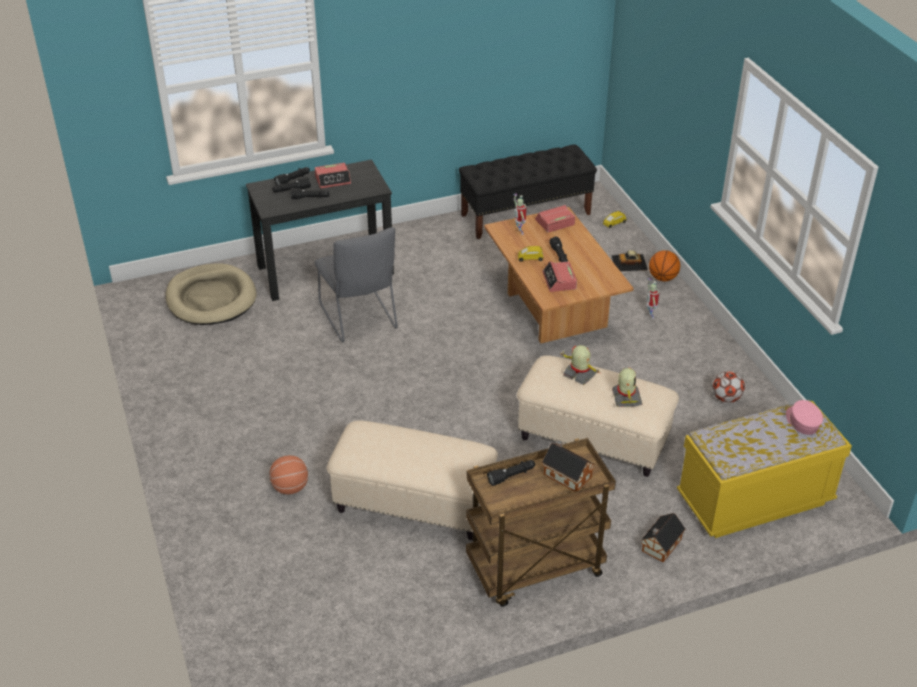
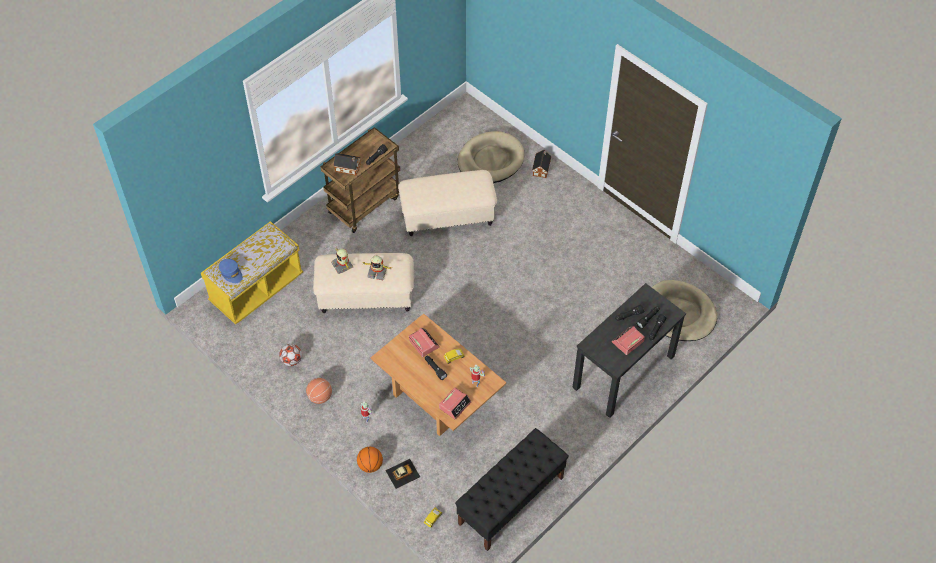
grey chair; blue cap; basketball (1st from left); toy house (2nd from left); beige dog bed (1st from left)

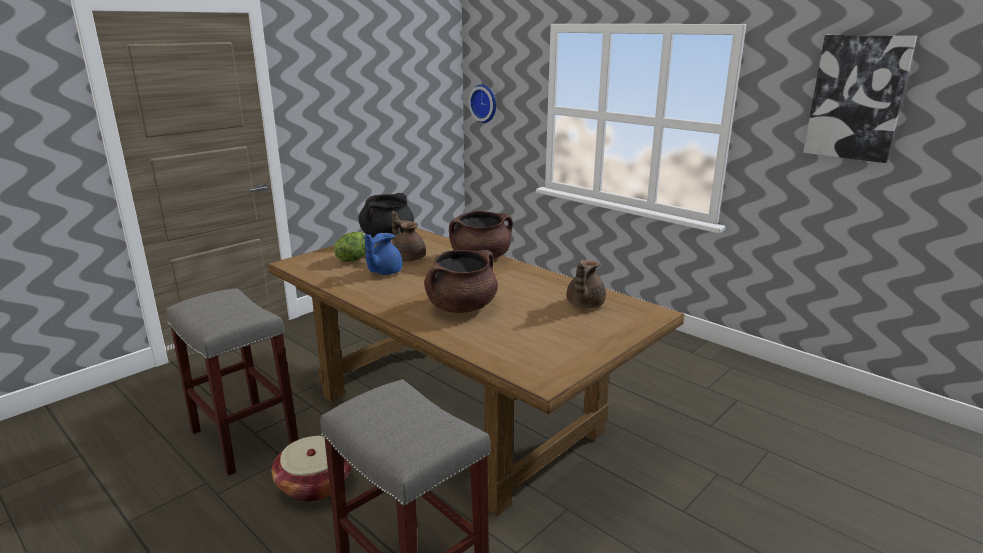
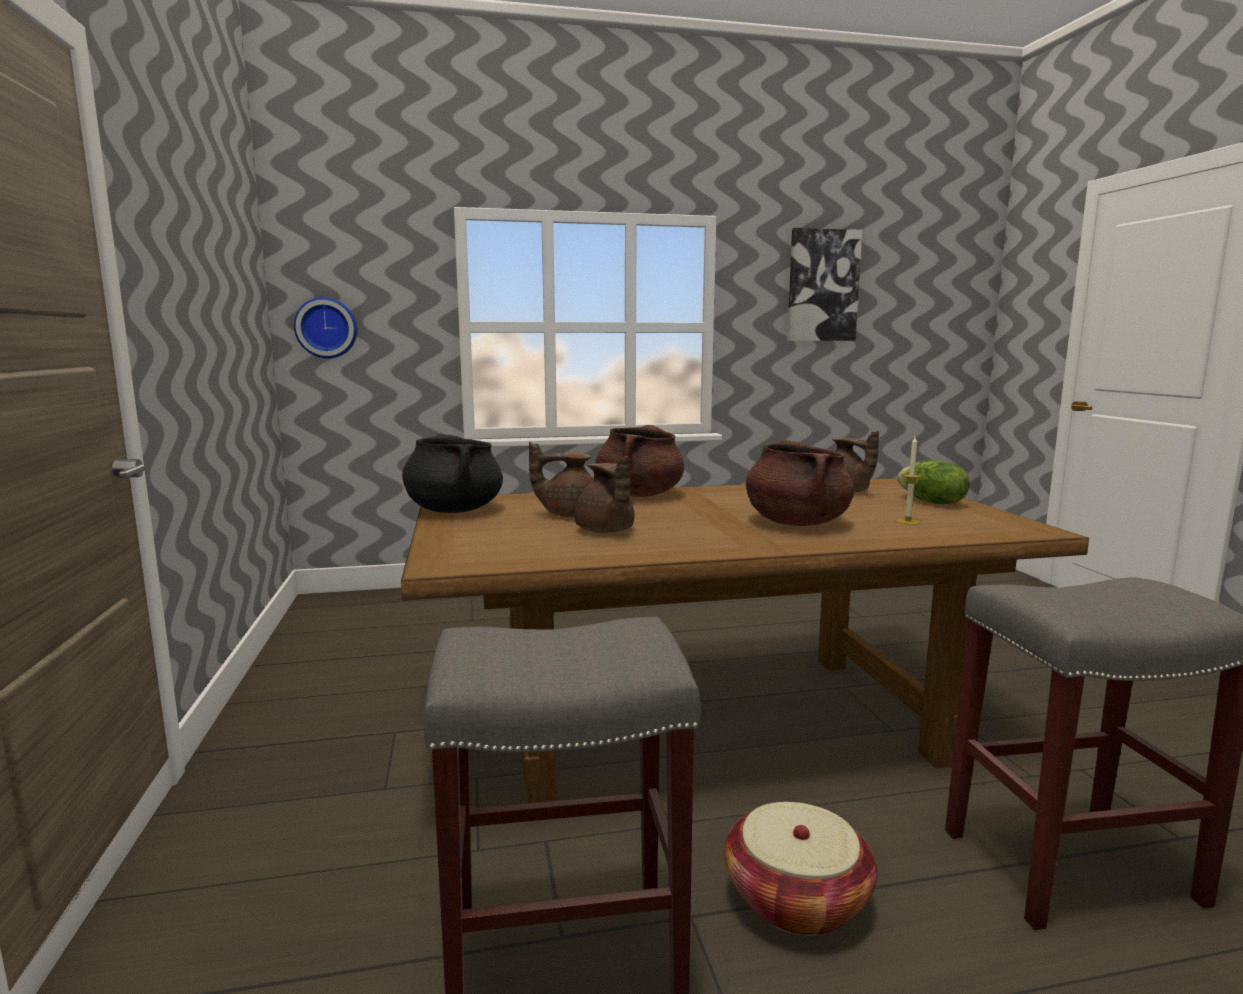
lettuce; brown teapot (2nd from left); candle

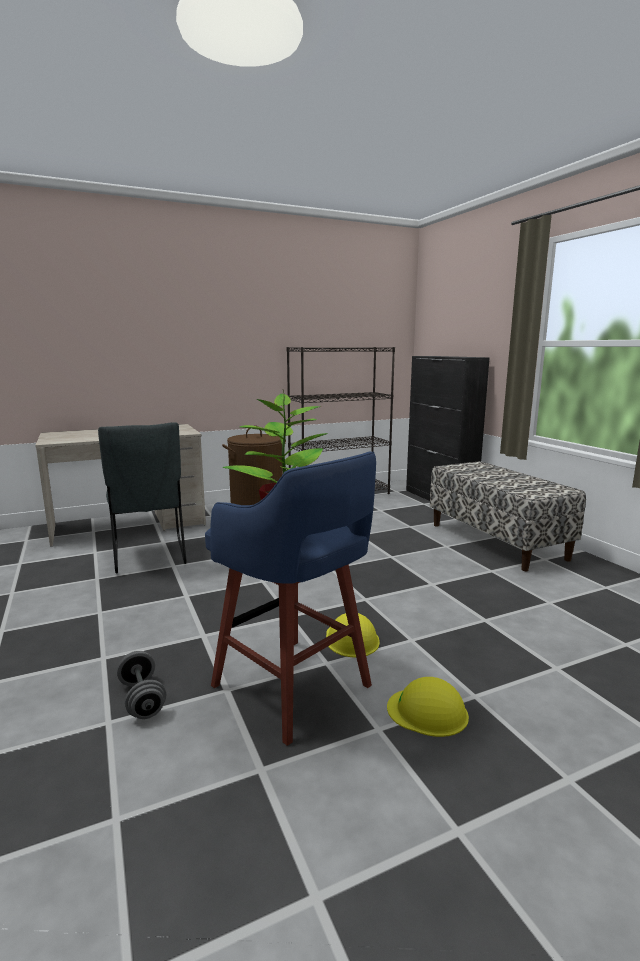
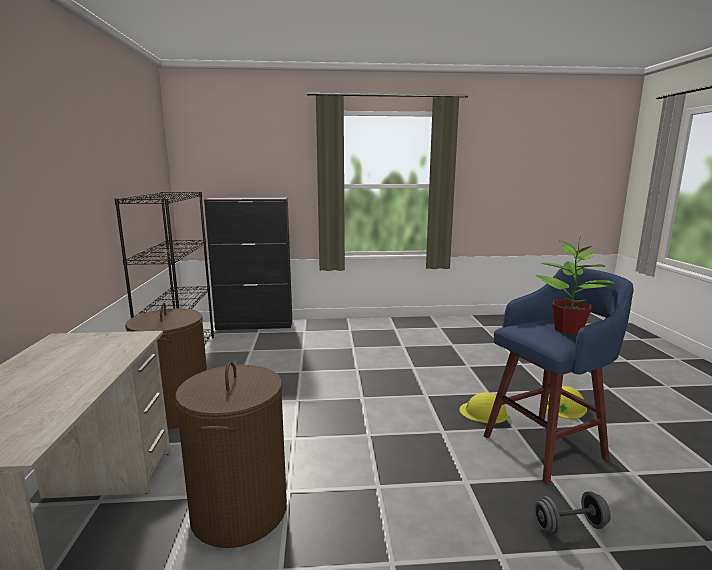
brown laundry basket (2nd from left); bench

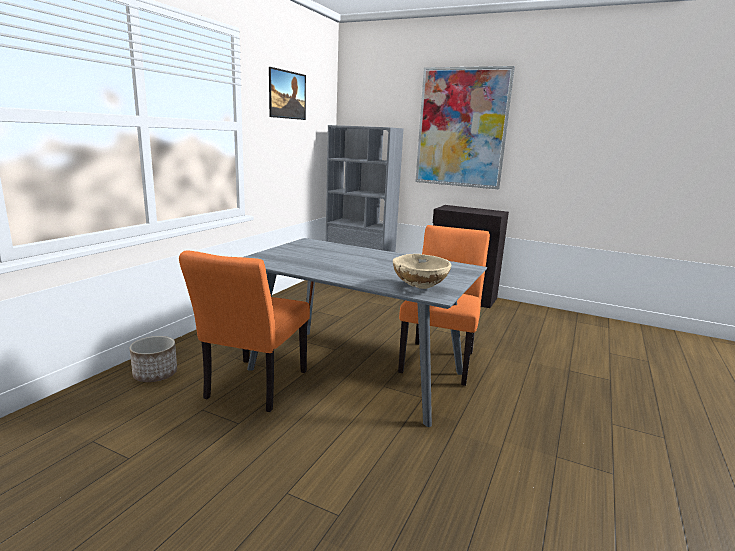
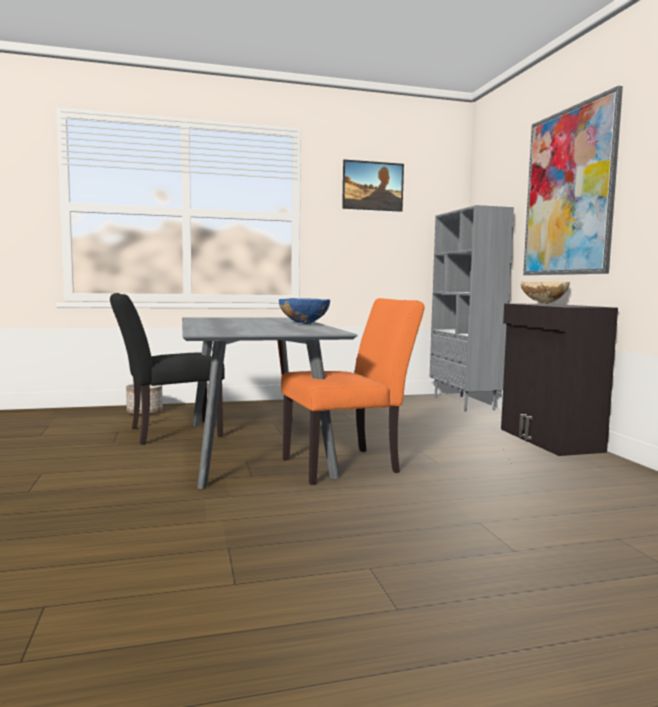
black chair; beige bowl; blue bowl

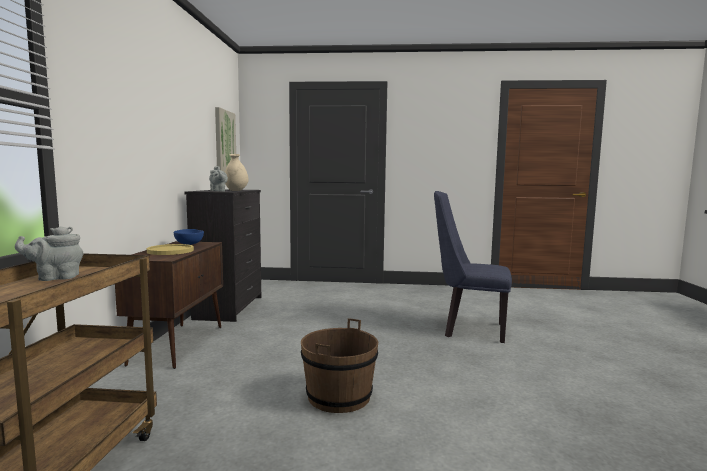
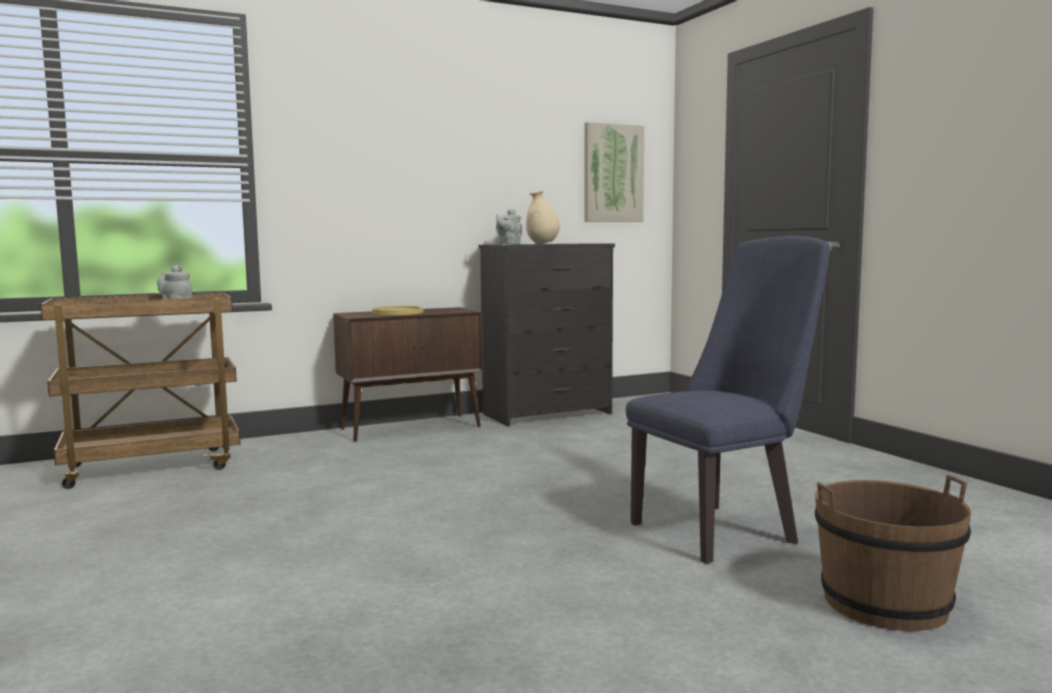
blue chair; blue bowl; brown bucket

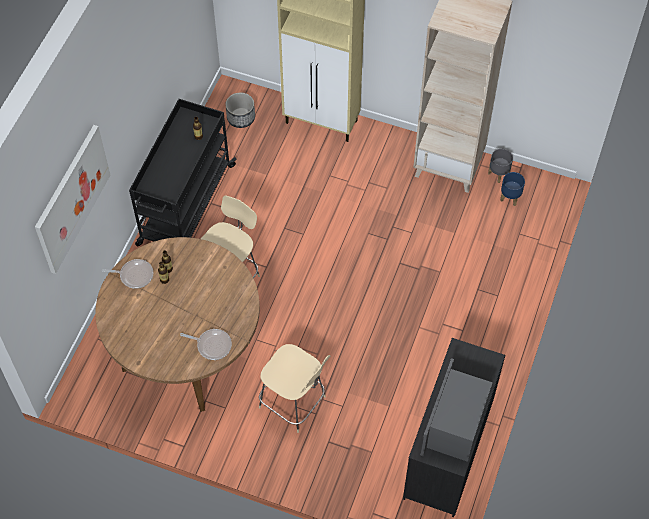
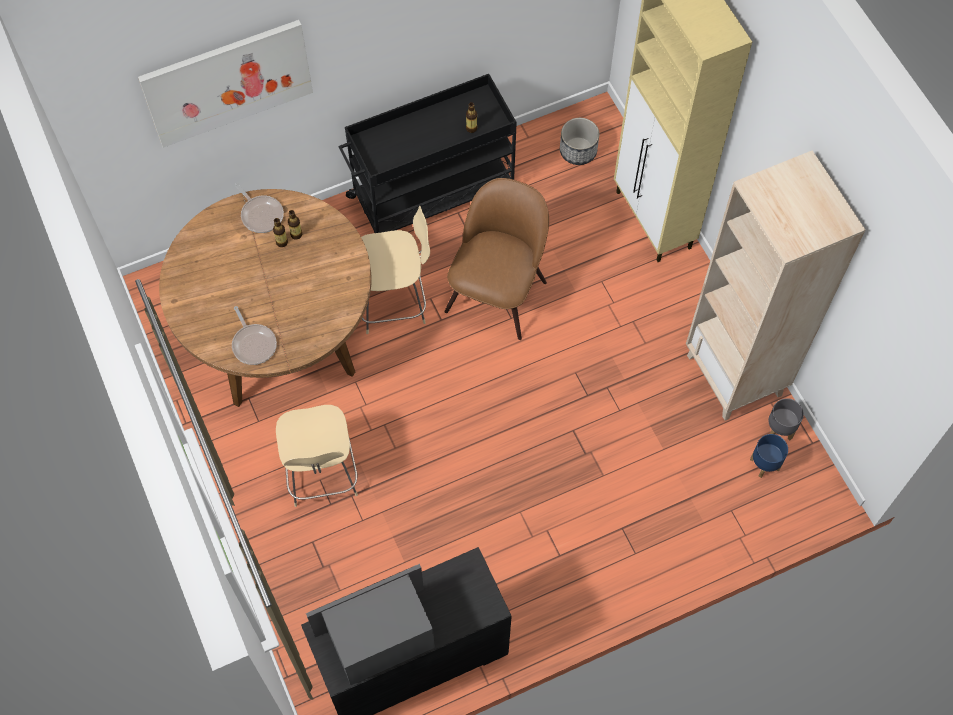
brown chair

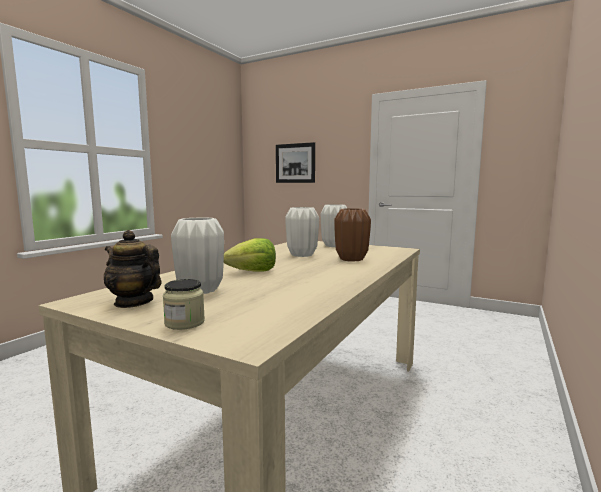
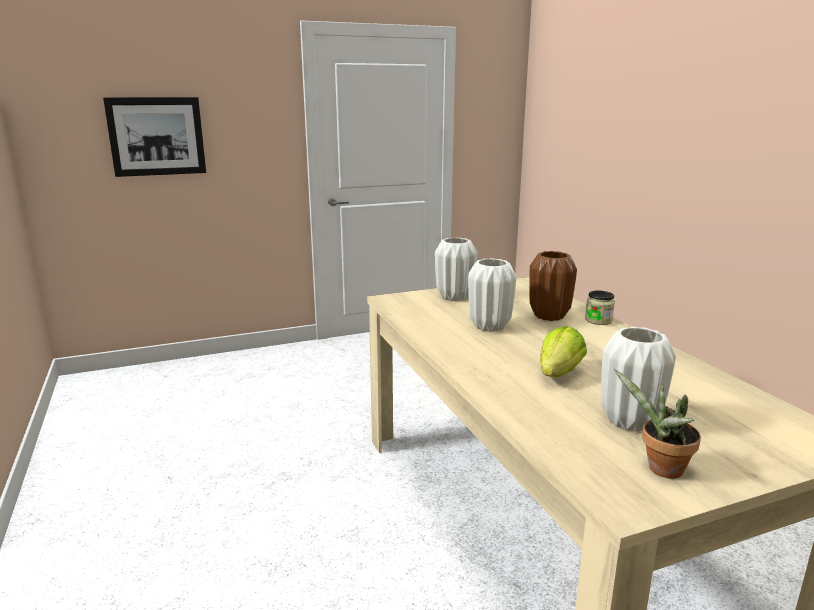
potted plant; jar

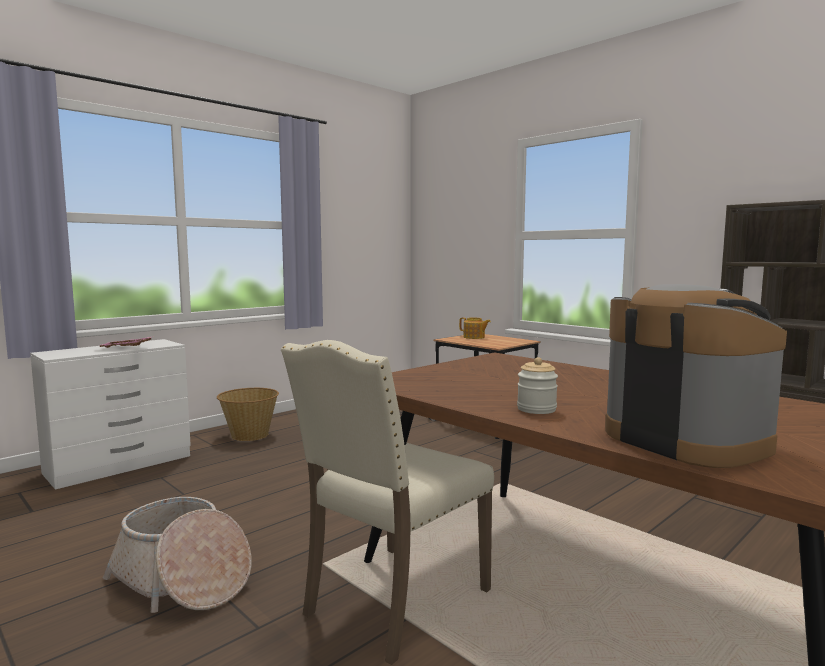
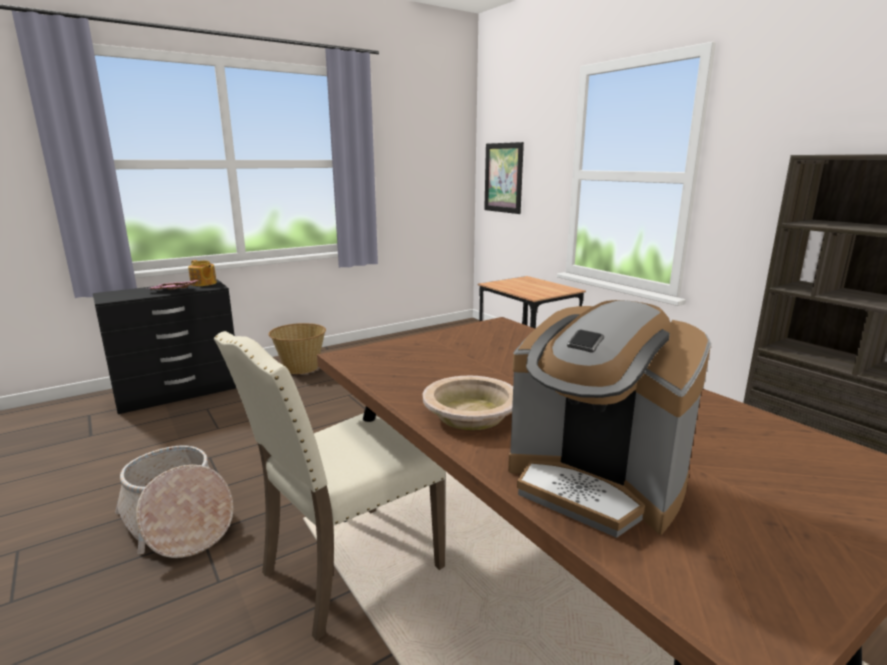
coffee machine; teapot; black dresser; beige bowl; picture

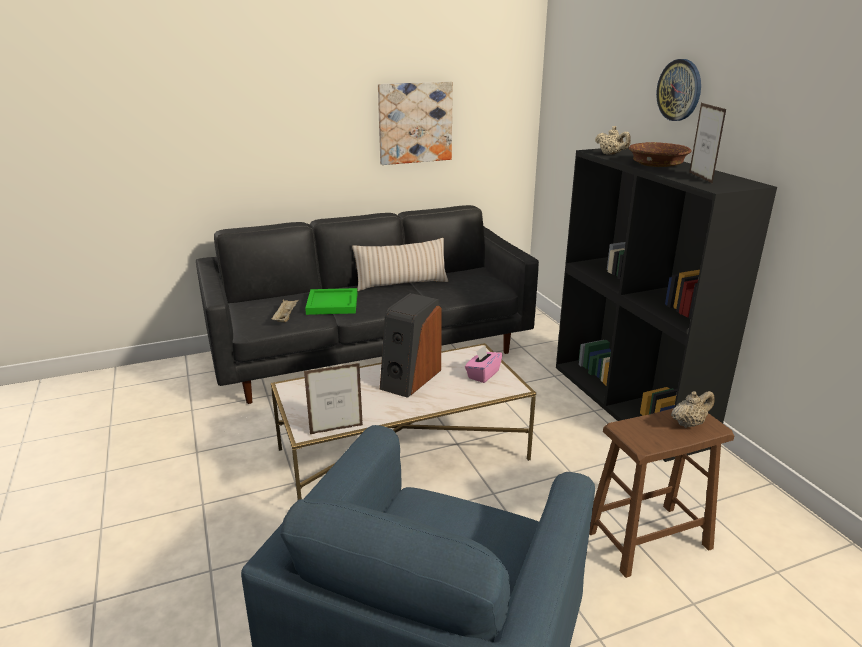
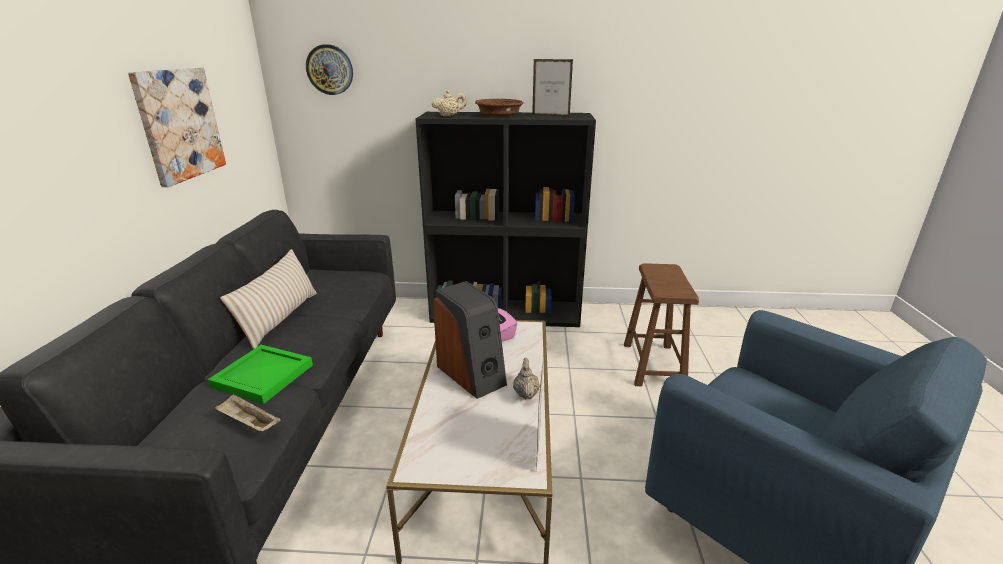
wall clock; beige teapot (2nd from left)

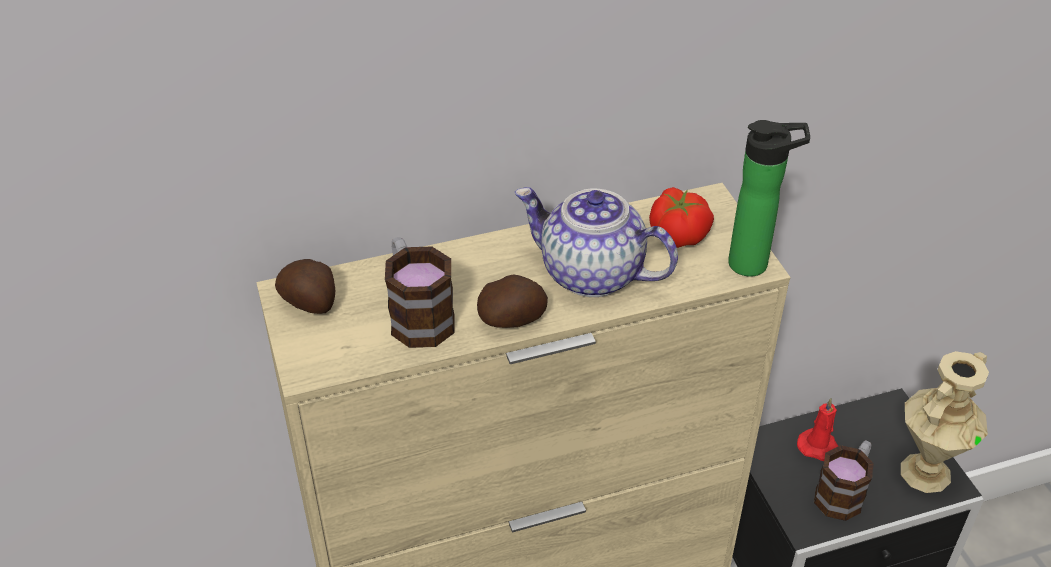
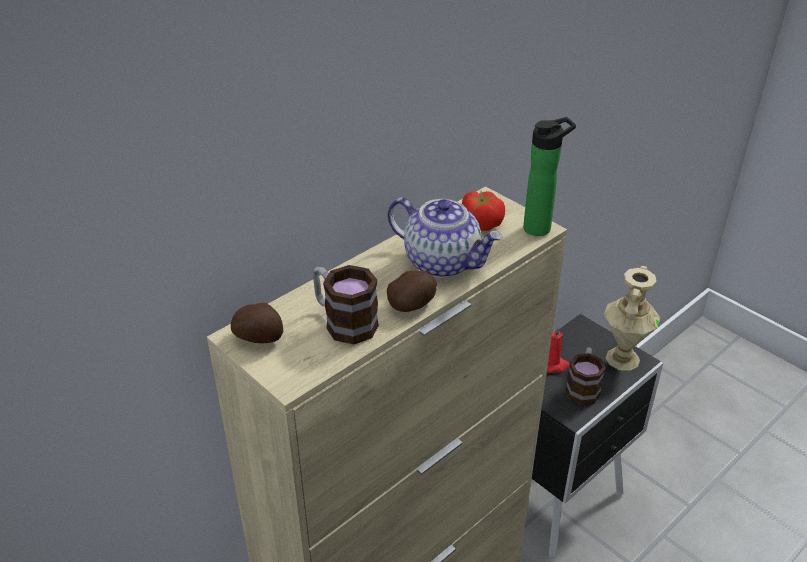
teapot

